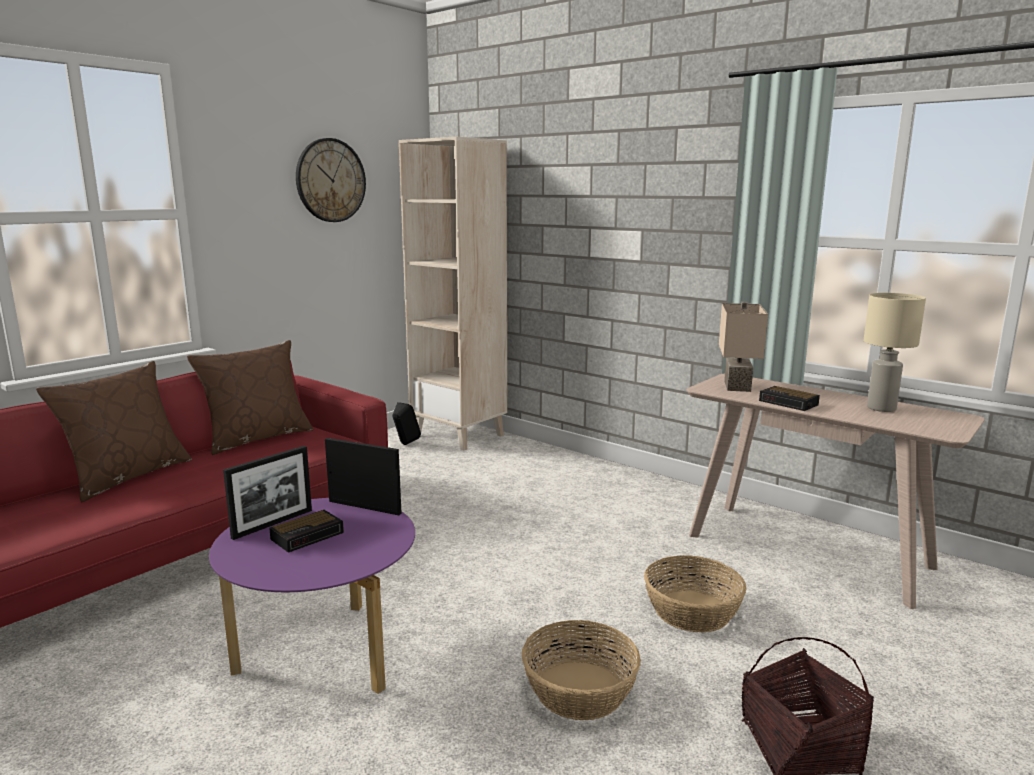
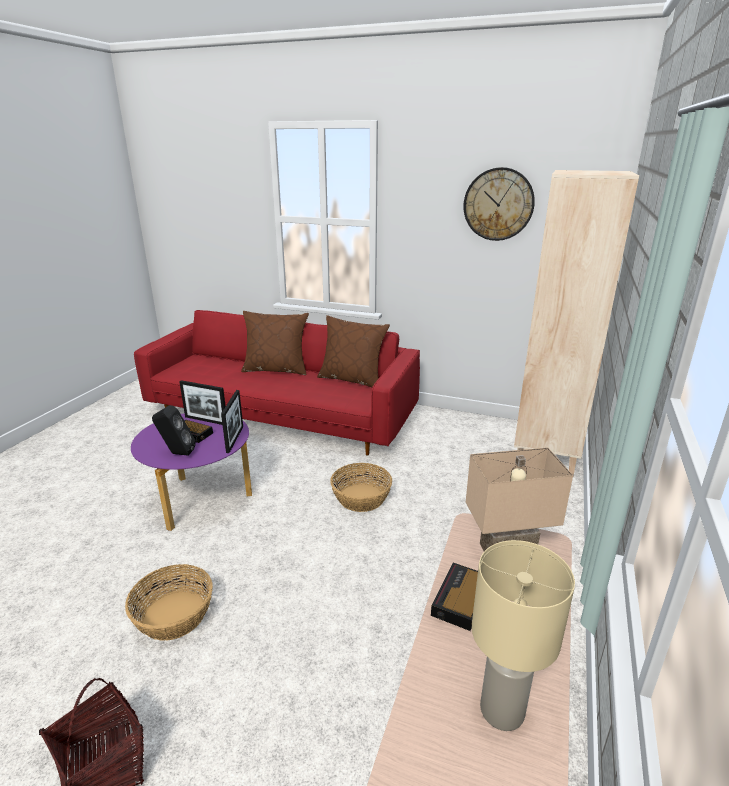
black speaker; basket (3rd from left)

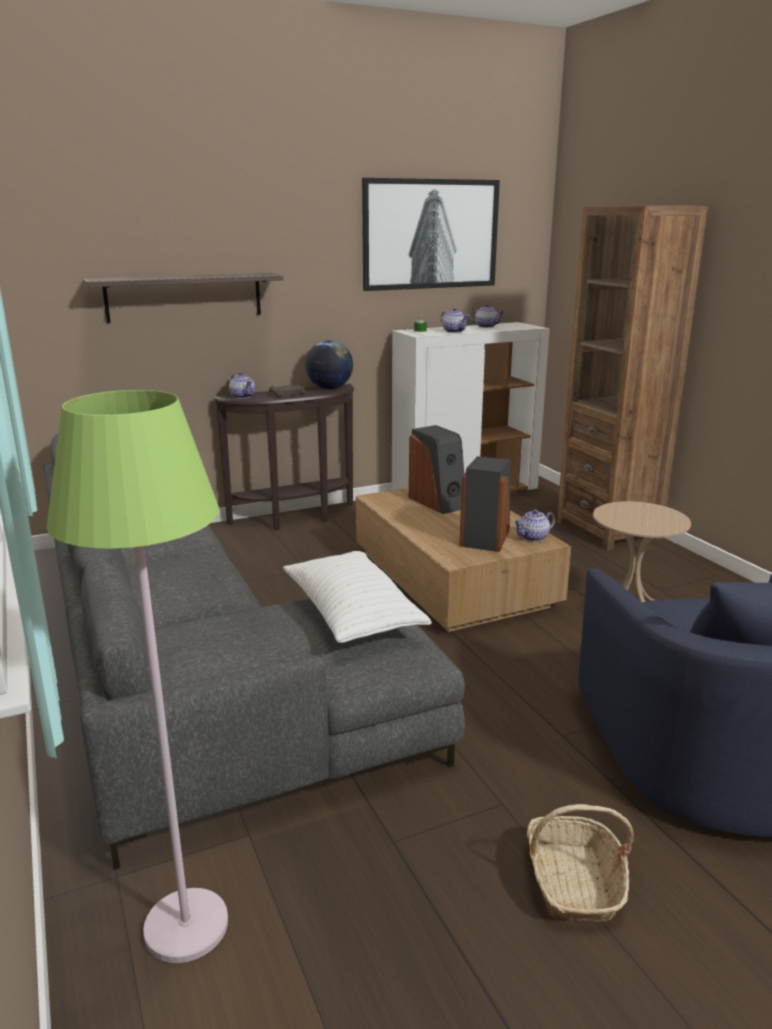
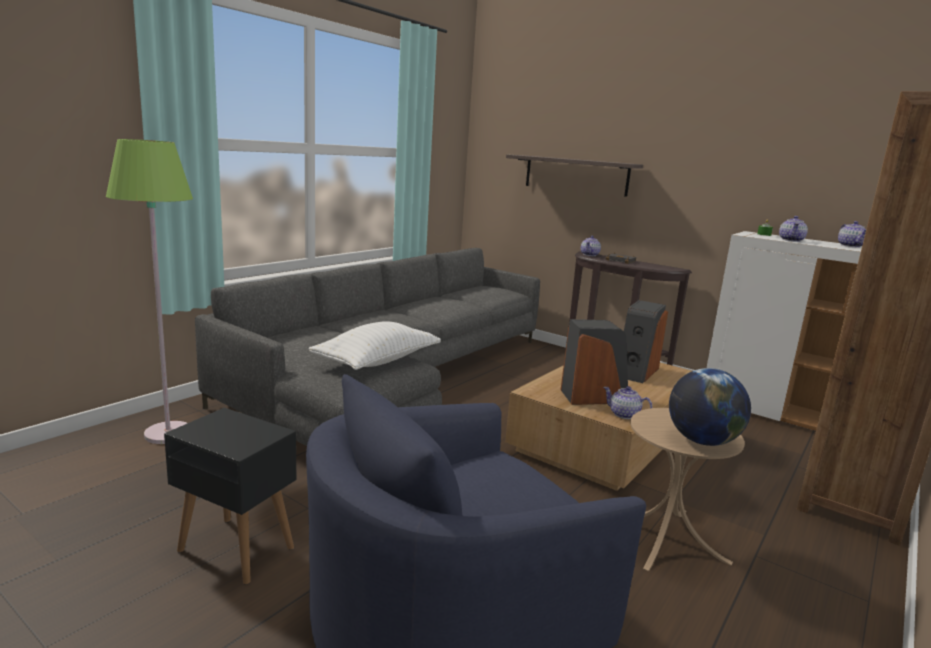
picture; globe; black side table

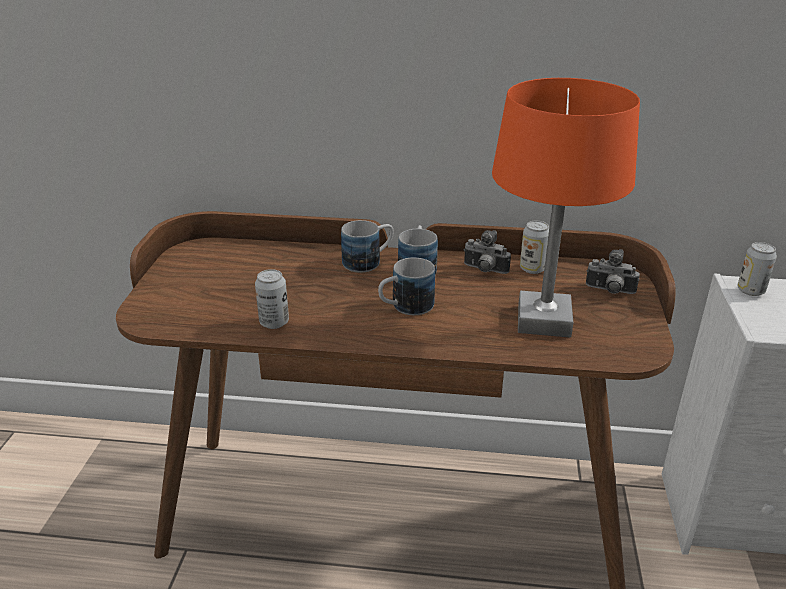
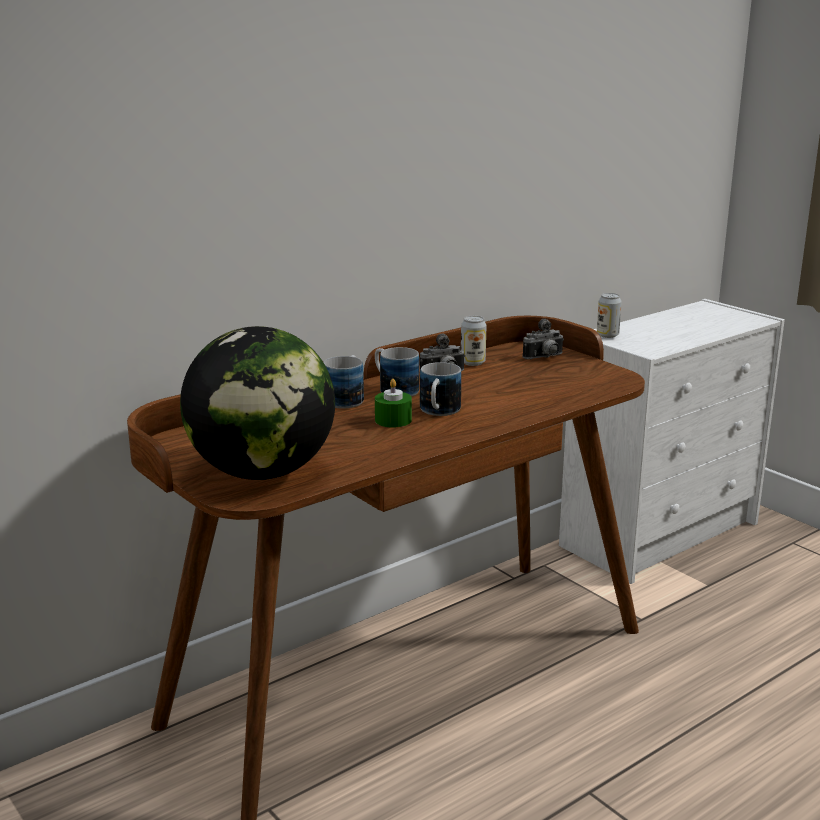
orange table lamp; can (1st from left in the first image); globe; green candle

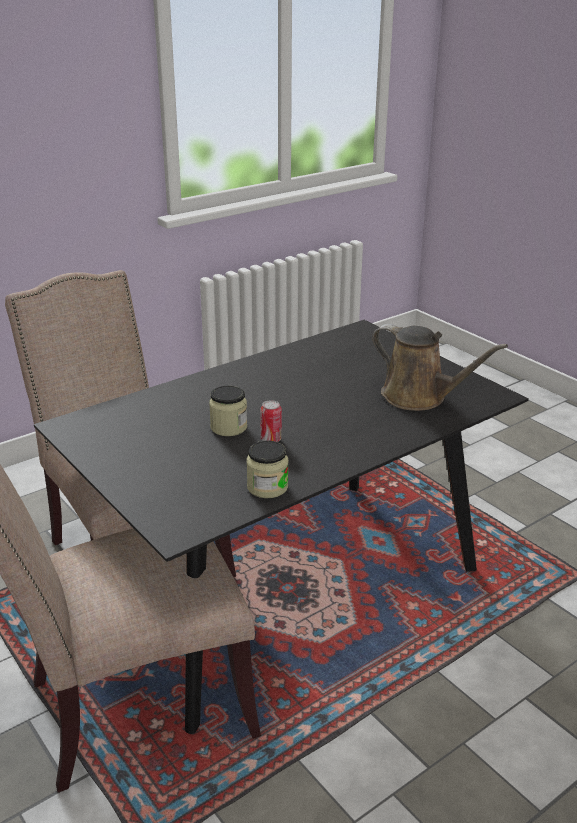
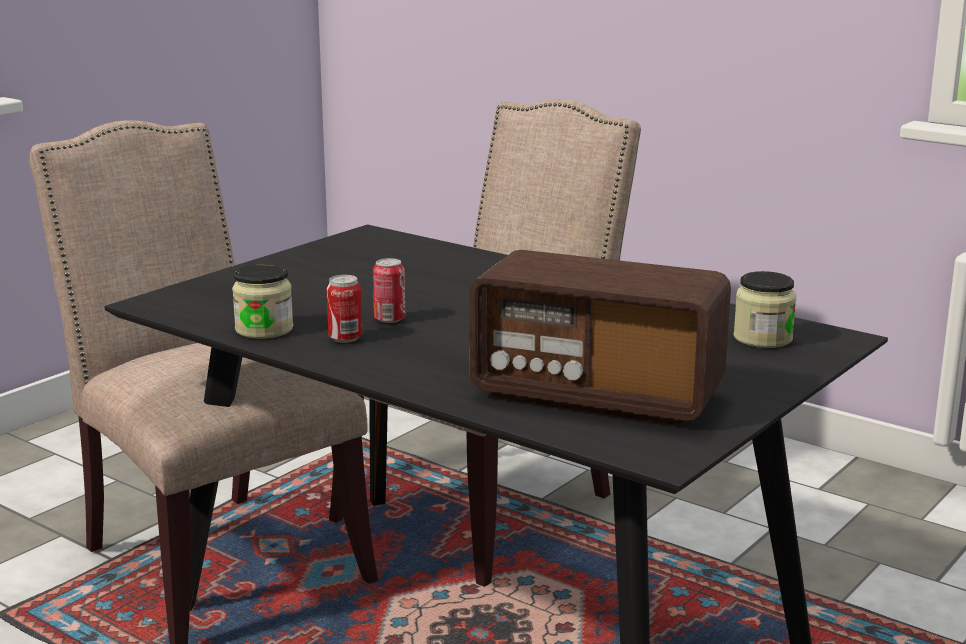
radio; jar (2nd from left); can (1st from left)

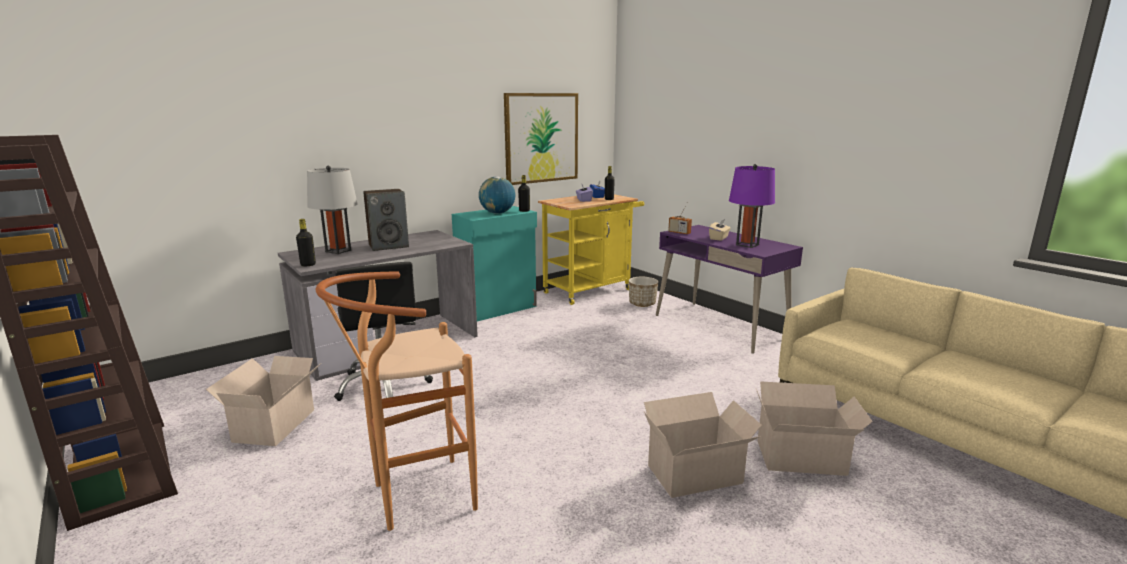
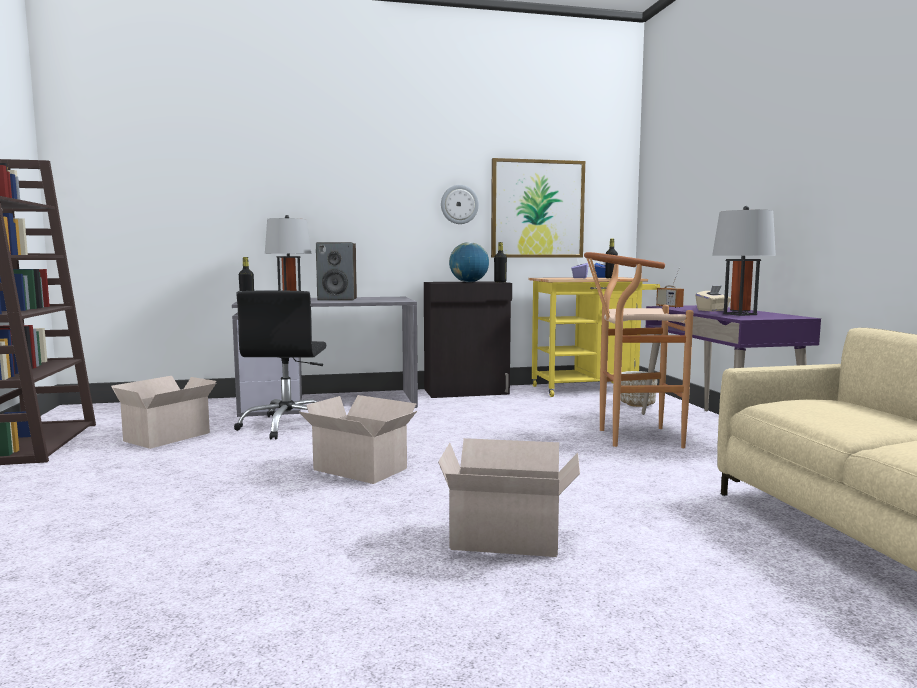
grey table lamp (2nd from left); black cabinet; brown stool; cardboard box (2nd from left); wall clock

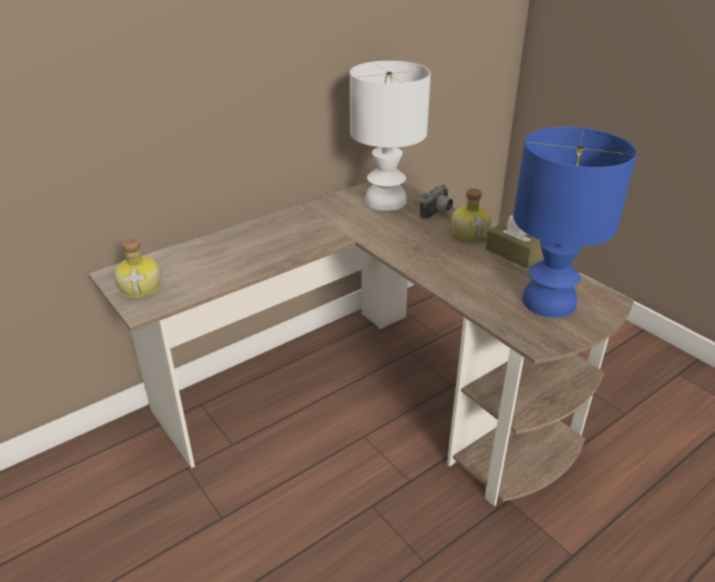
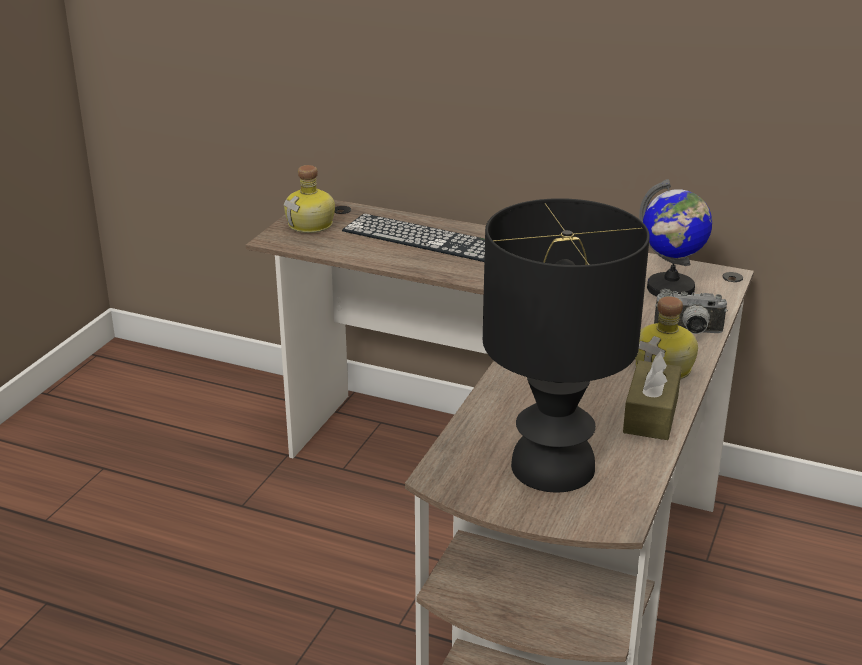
globe; black table lamp; keyboard

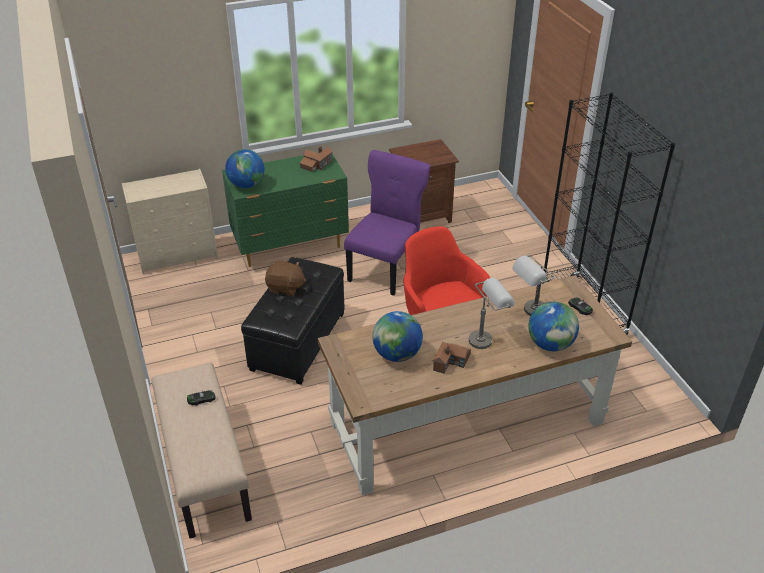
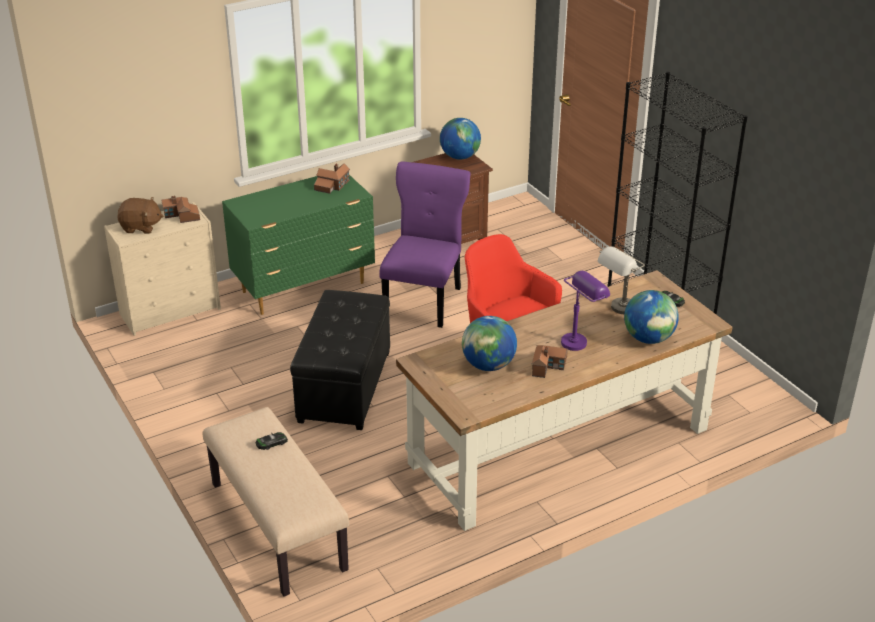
globe (1st from left); brown plush toy; purple table lamp; toy house (1st from left)

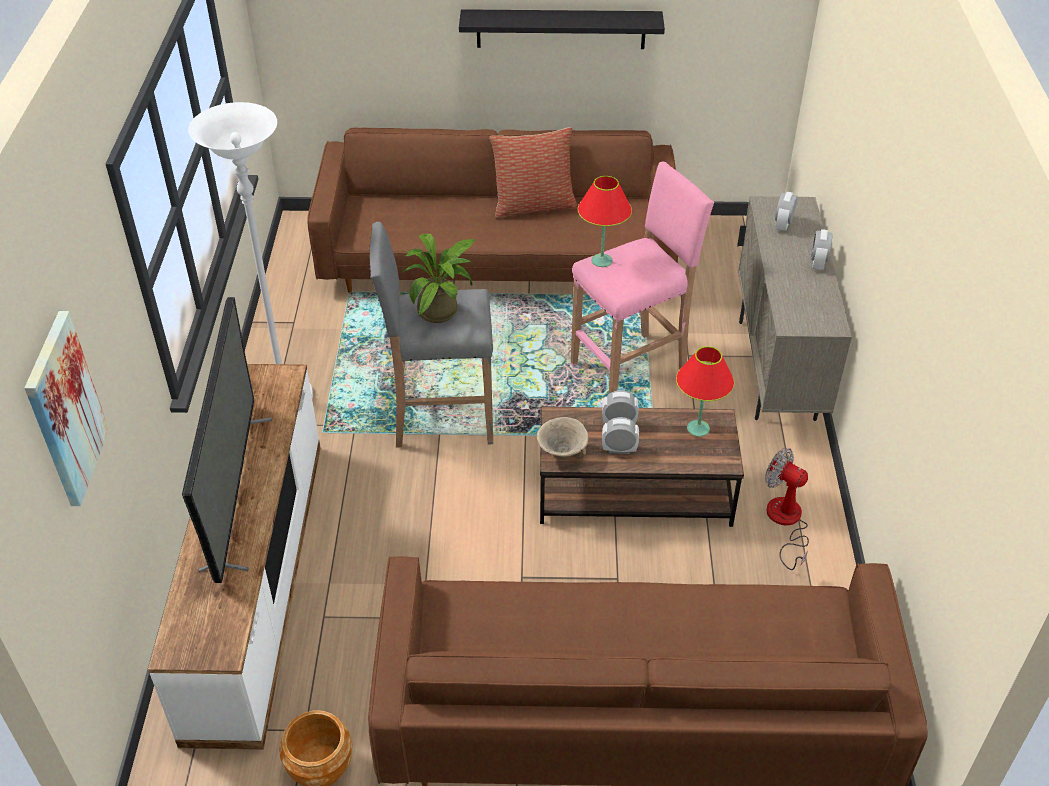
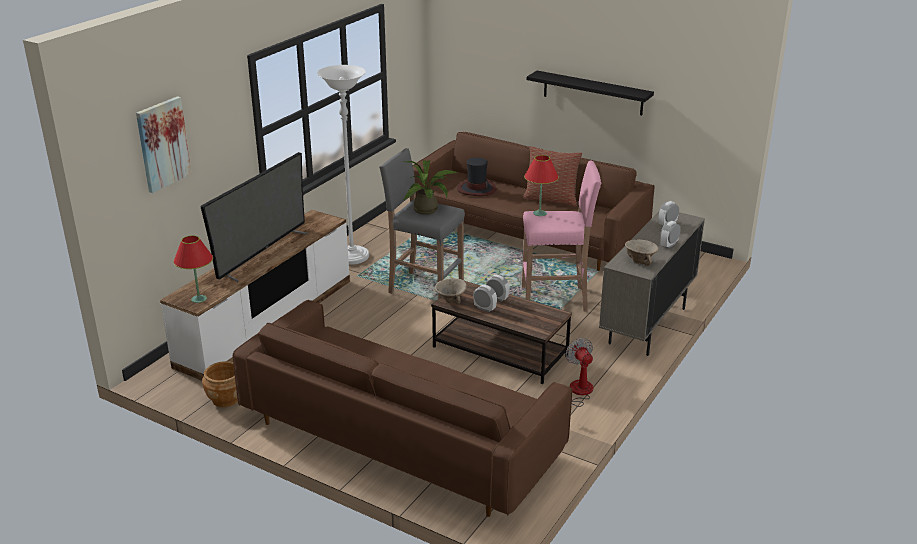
red table lamp (1st from left); hat; beige bowl (2nd from left)

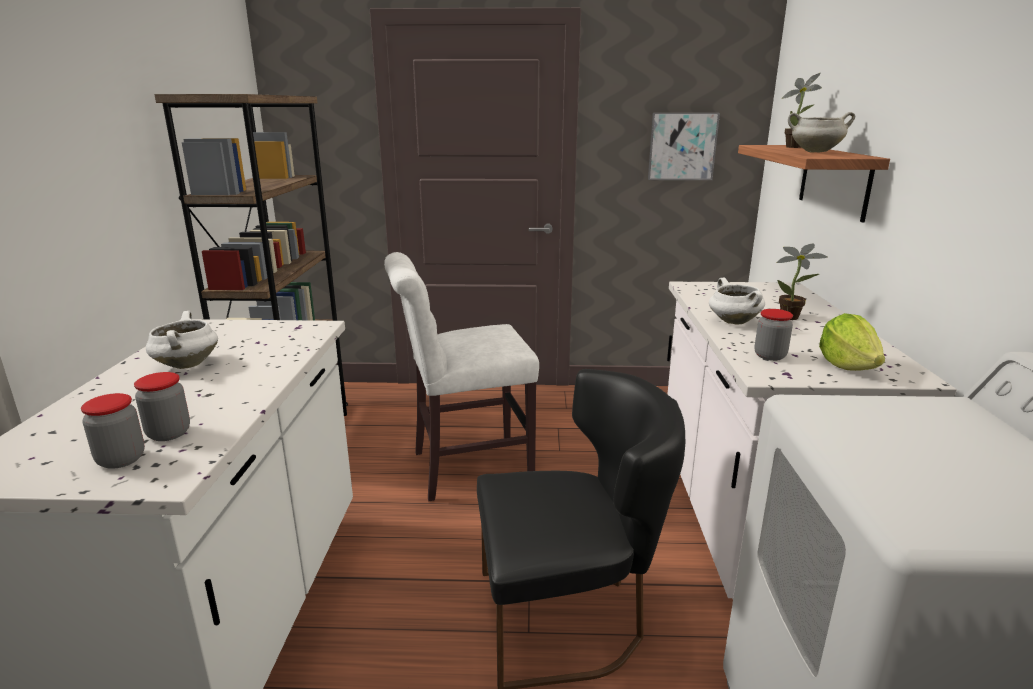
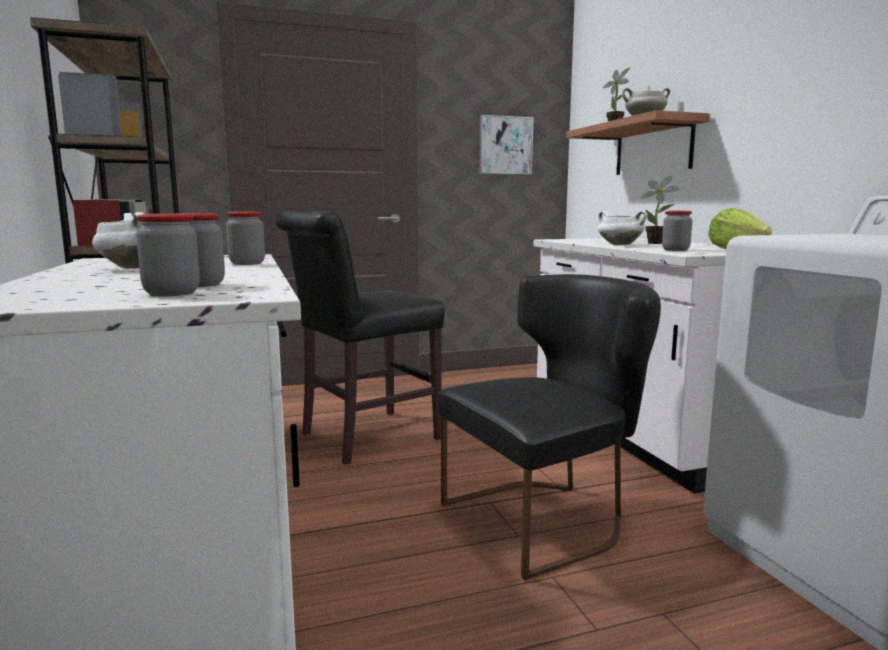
black chair (1st from left); jar (3rd from left)

